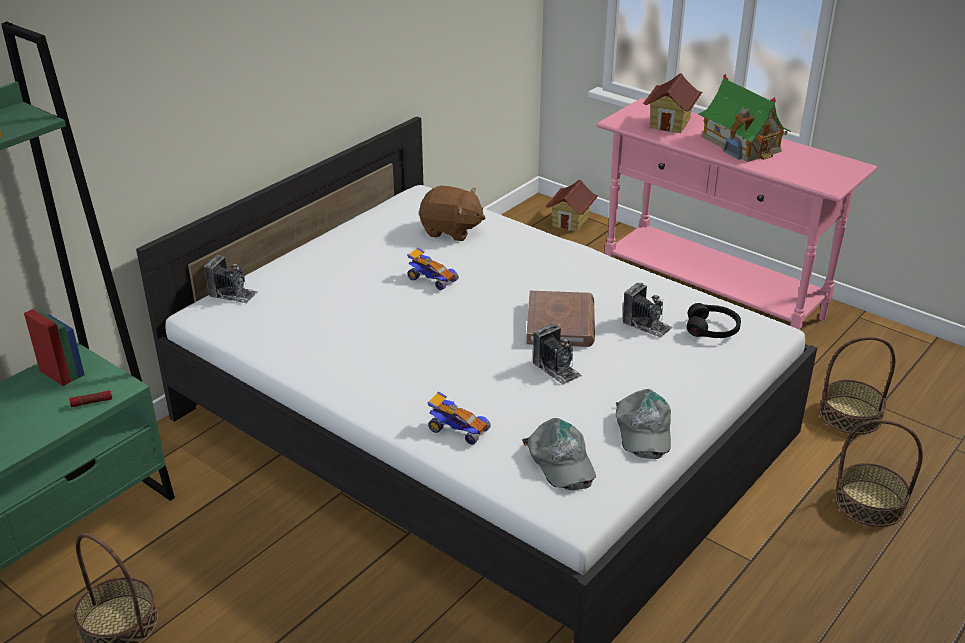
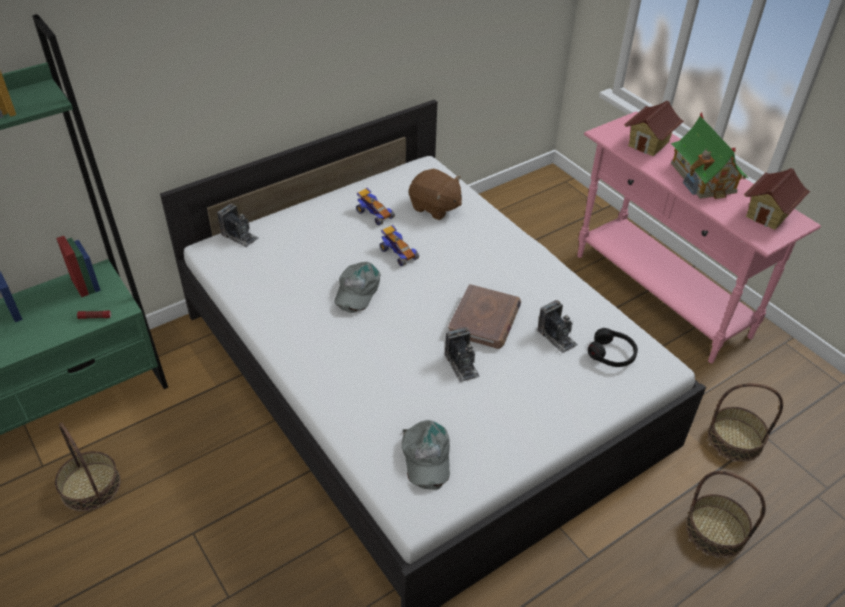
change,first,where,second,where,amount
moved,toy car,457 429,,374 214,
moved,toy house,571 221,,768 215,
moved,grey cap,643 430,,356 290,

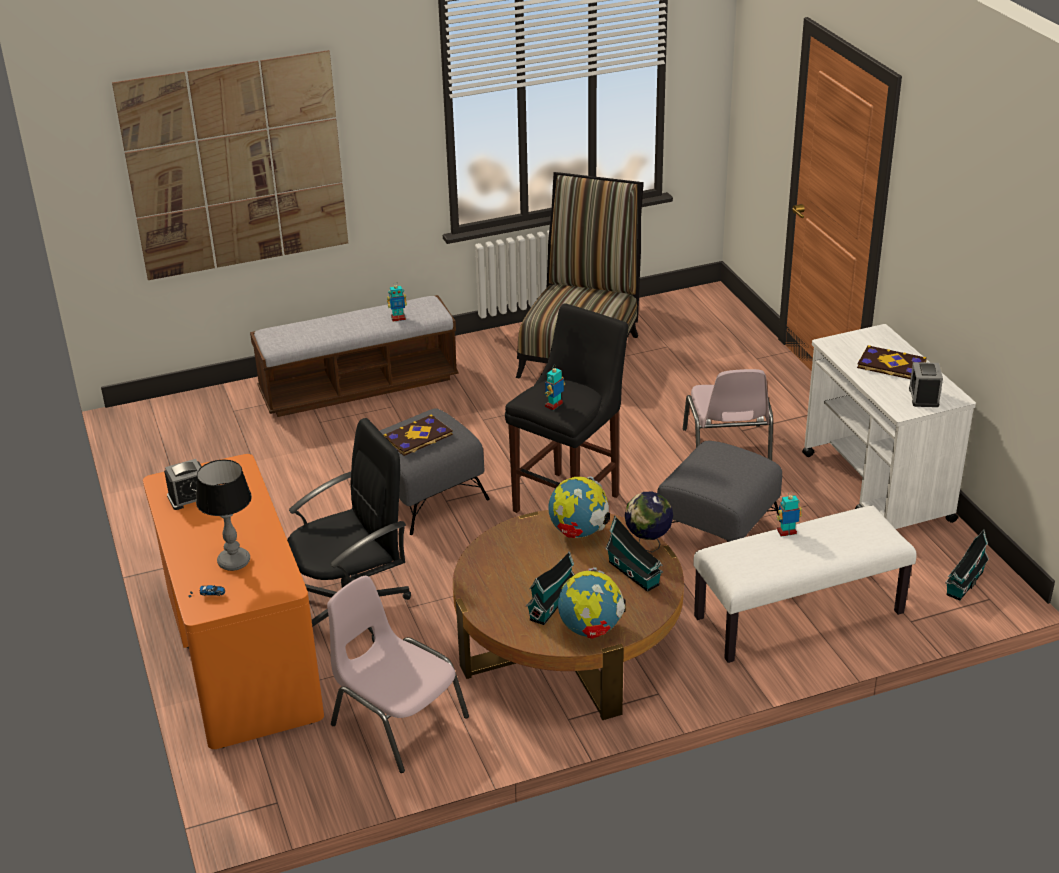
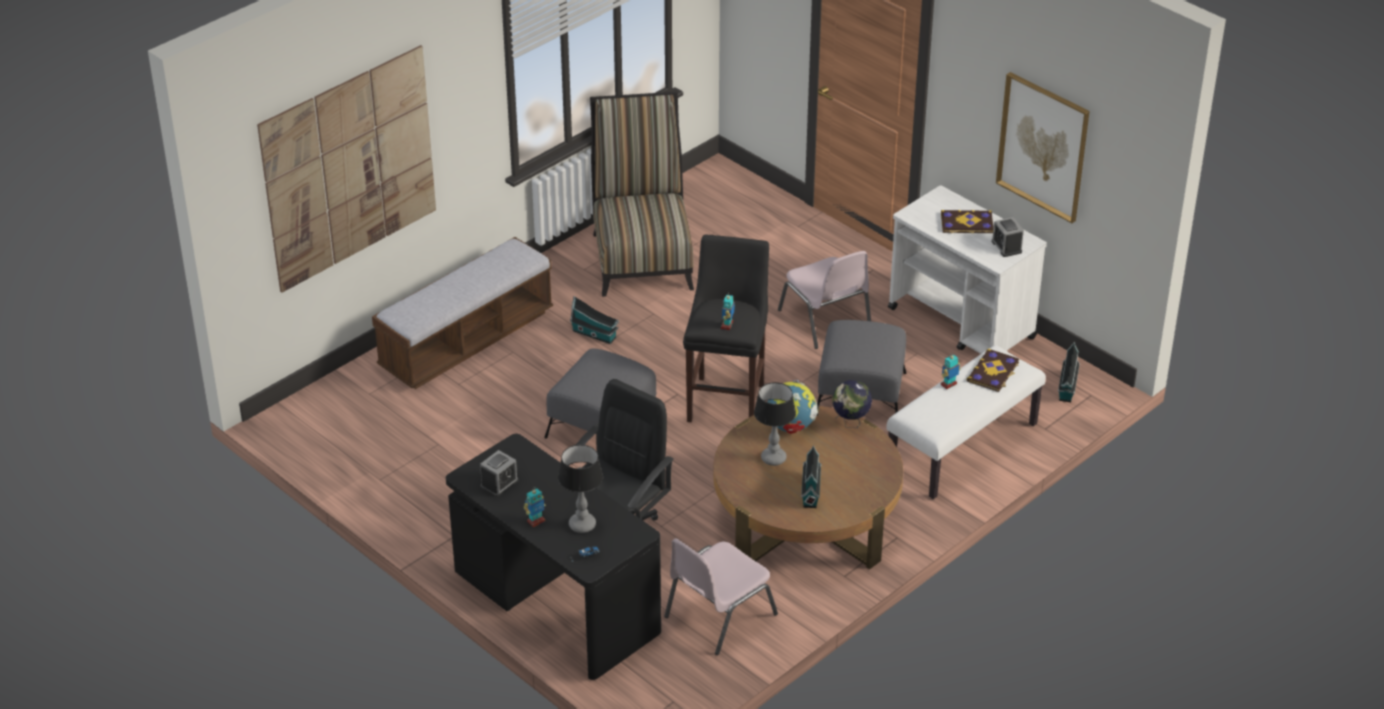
change,first,where,second,where,amount
recoloured,orange desk,240 655,black desk,555 603,
turned,pink chair,397 720,,718 615,60 degrees counterclockwise
moved,book,418 437,,993 372,
moved,toy robot,398 318,,536 521,
removed,globe,590 630,,,
moved,toy house,635 574,,595 335,
added,,,table lamp,774 458,
added,,,picture,1043 146,

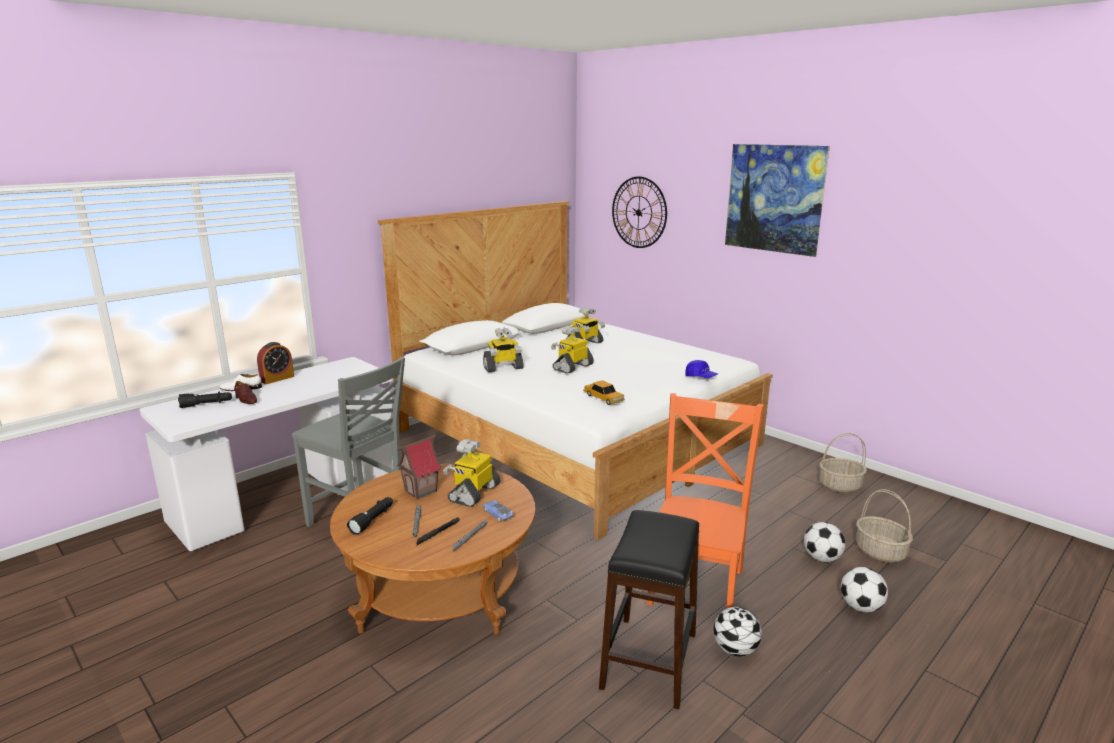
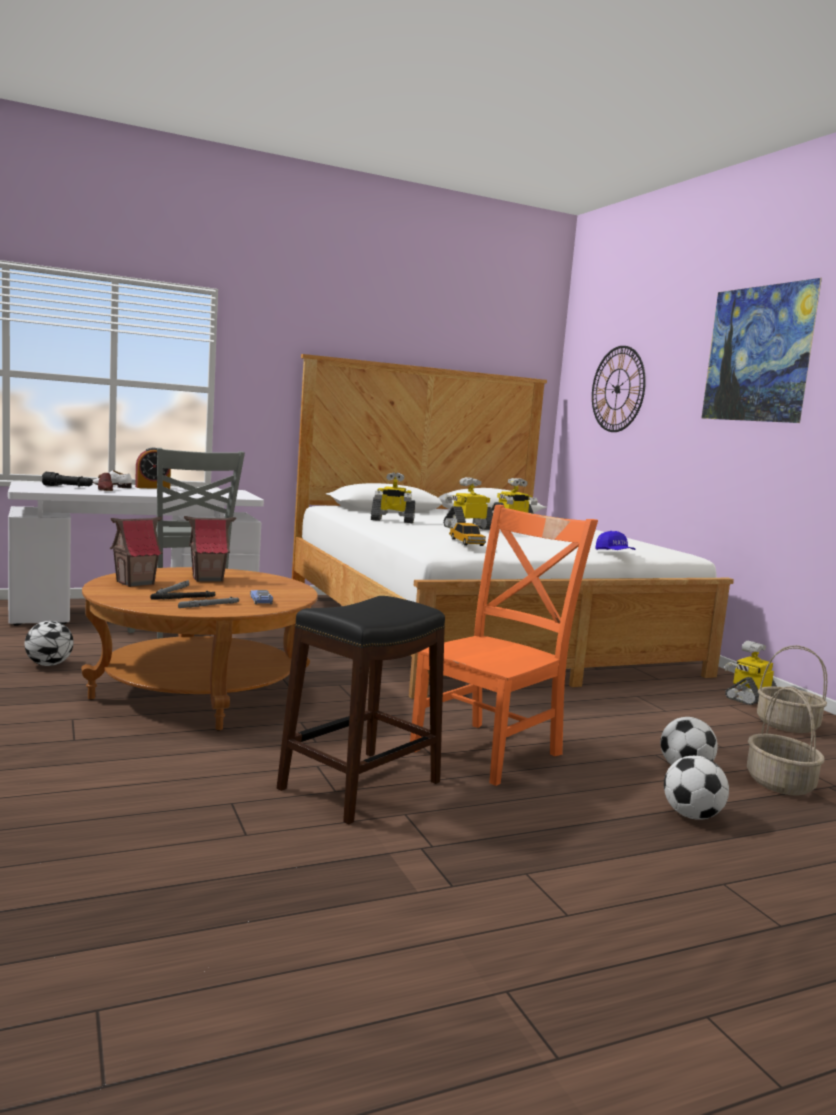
change,first,where,second,where,amount
replaced,black flashlight,373 520,toy house,135 583,
moved,toy robot,473 493,,749 697,
moved,football,735 650,,49 665,

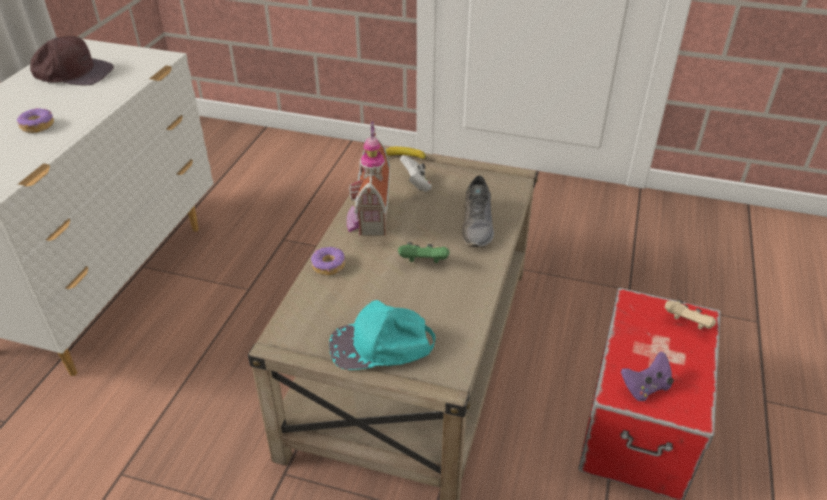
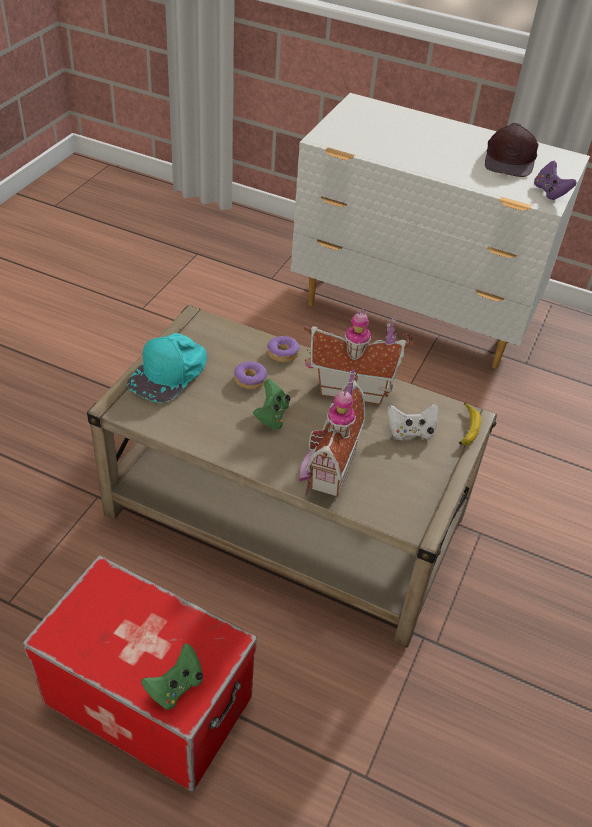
change,first,where,second,where,amount
moved,donut,37 126,,250 379,
turned,turquoise cap,381 346,,169 373,150 degrees counterclockwise
replaced,grey shoe,477 225,toy house,326 469,
moved,purple game controller,645 387,,550 192,
recoloured,beige game controller,687 324,green game controller,175 687,

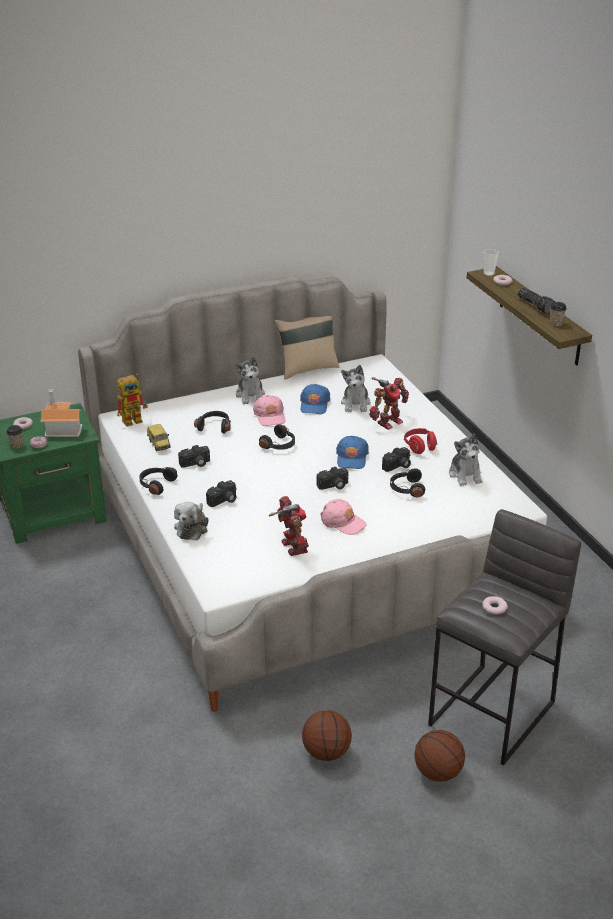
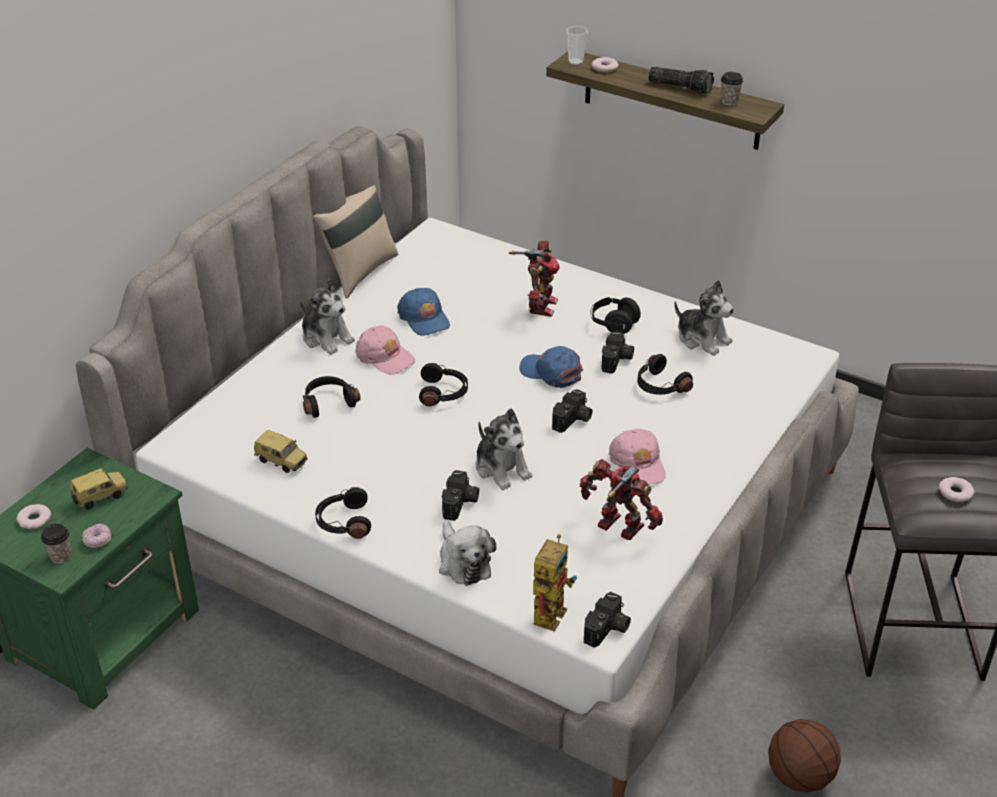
change,first,where,second,where,amount
replaced,toy house,61 427,toy car,100 497,
moved,toy robot,135 419,,549 609,
moved,photo camera,195 464,,608 630,
turned,pink cap,342 522,,638 464,75 degrees clockwise
turned,blue cap,352 457,,551 372,150 degrees clockwise
moved,plush toy,356 403,,502 468,
recoloured,red headphones,420 447,black headphones,613 324,
removed,basketball,438 772,,,

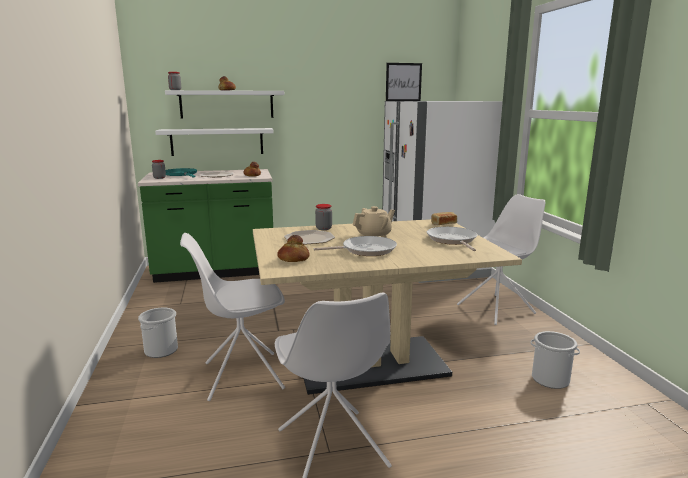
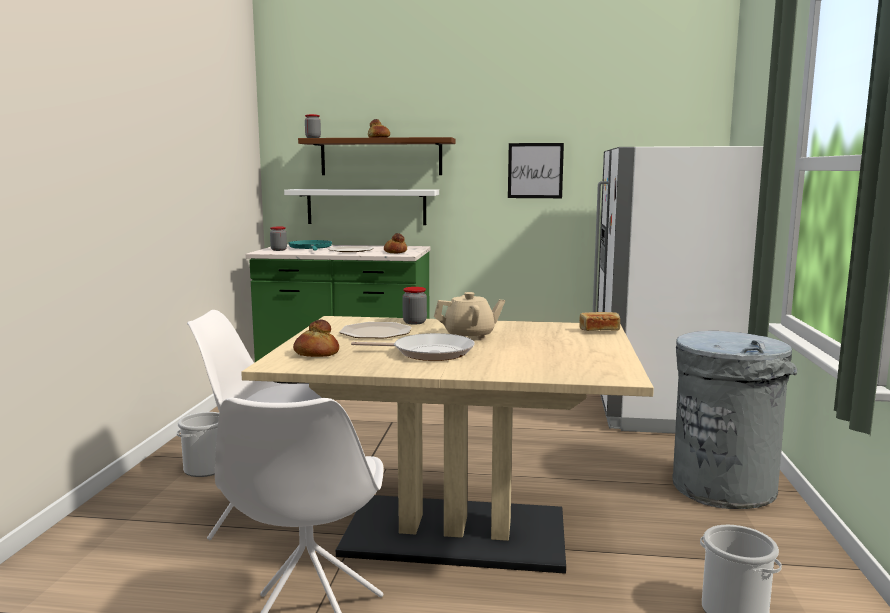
change,first,where,second,where,amount
recoloured,white shelf,227 104,brown shelf,381 157,
moved,picture,403 82,,535 170,
removed,frying pan,452 240,,,
replaced,white chair,497 309,grey trash can,723 487,

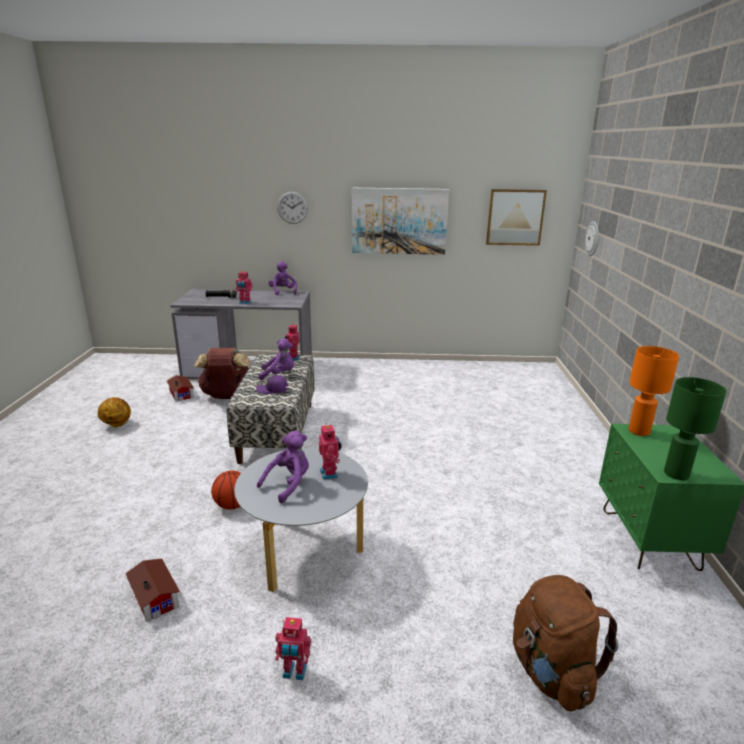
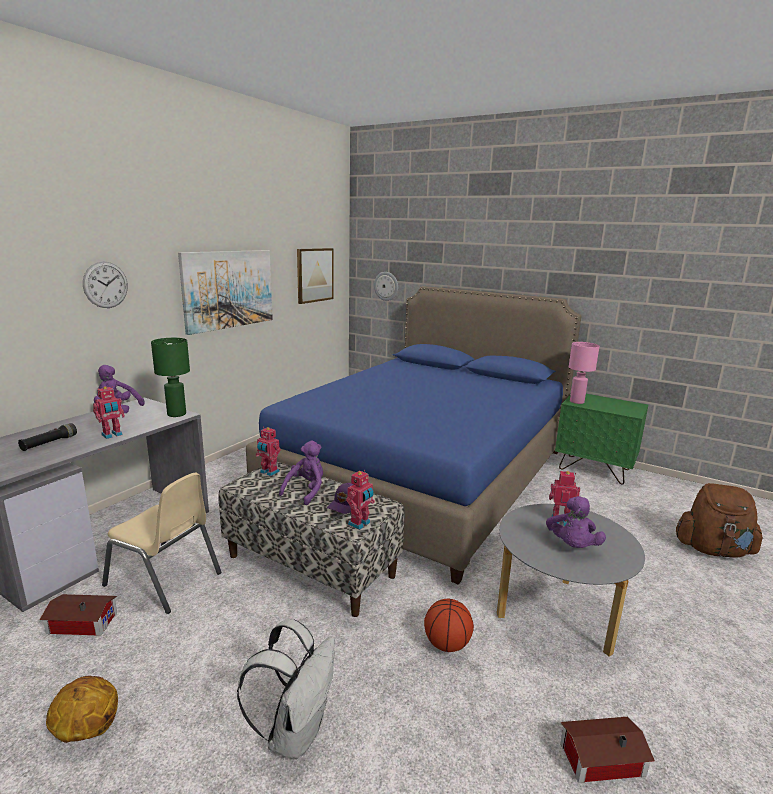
change,first,where,second,where,amount
replaced,brown backpack,228 397,beige chair,164 579,
turned,purple plush toy,288 484,,572 546,150 degrees counterclockwise
moved,toy robot,294 672,,360 524,
recoloured,orange table lamp,638 431,pink table lamp,576 402,
moved,green table lamp,677 474,,177 414,
added,,,white backpack,295 731,
added,,,blue bed,424 474,

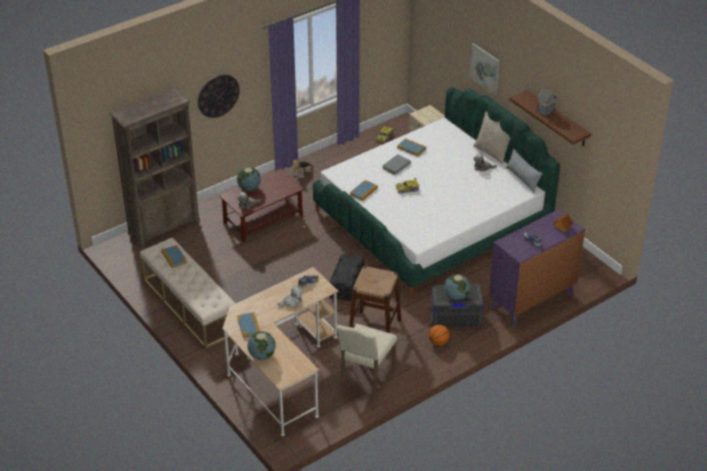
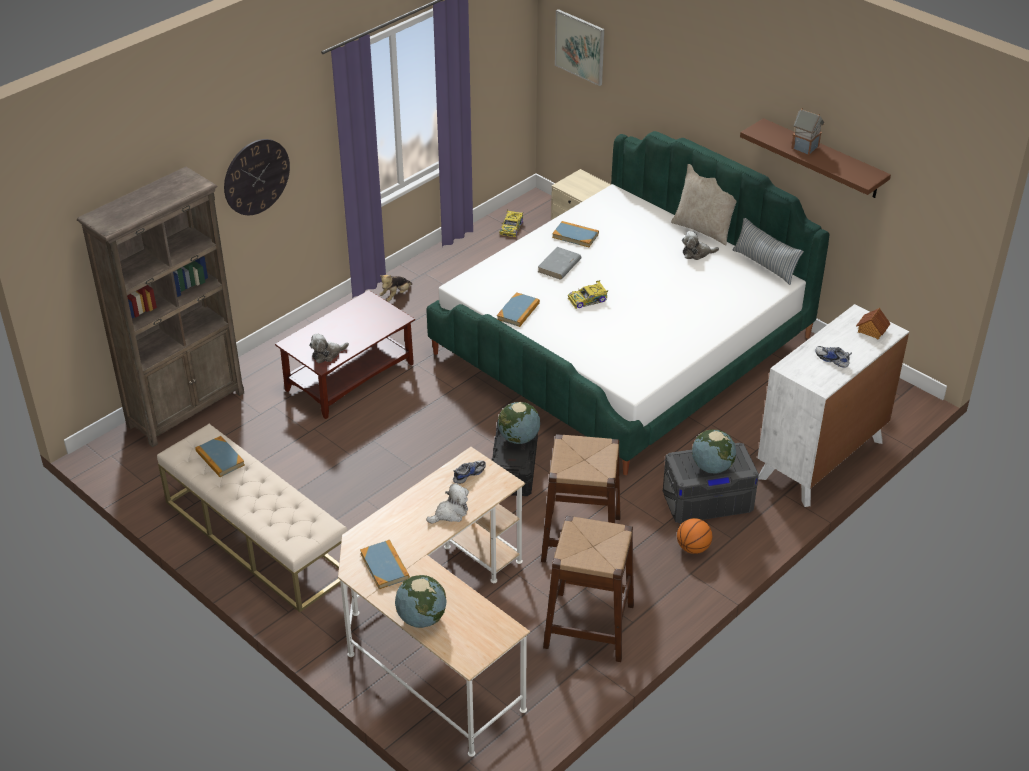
change,first,where,second,where,amount
moved,globe,249 188,,518 438,
replaced,beige chair,365 377,brown stool,589 626,
moved,picture,485 68,,580 47,
recoloured,purple dresser,532 301,white dresser,821 459,

